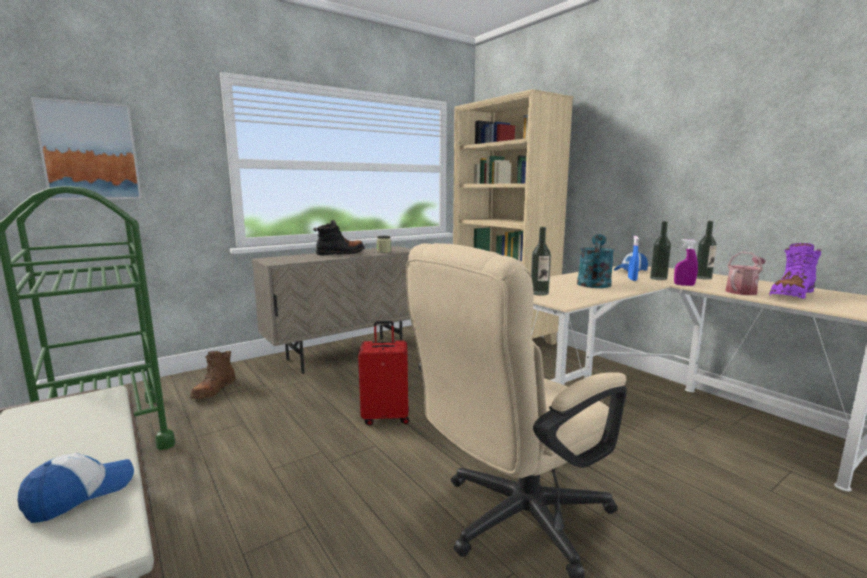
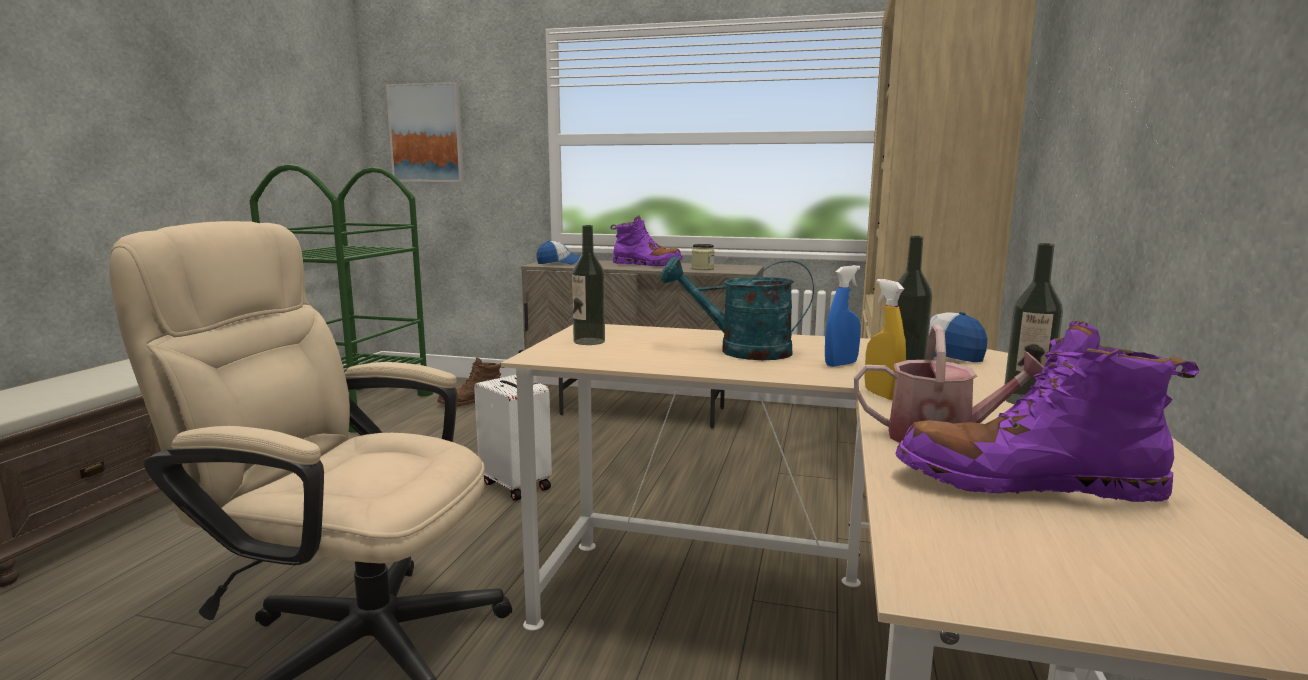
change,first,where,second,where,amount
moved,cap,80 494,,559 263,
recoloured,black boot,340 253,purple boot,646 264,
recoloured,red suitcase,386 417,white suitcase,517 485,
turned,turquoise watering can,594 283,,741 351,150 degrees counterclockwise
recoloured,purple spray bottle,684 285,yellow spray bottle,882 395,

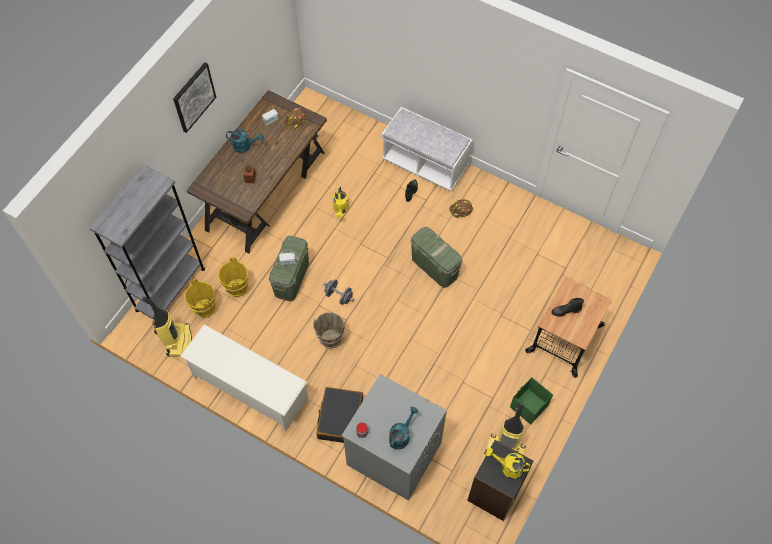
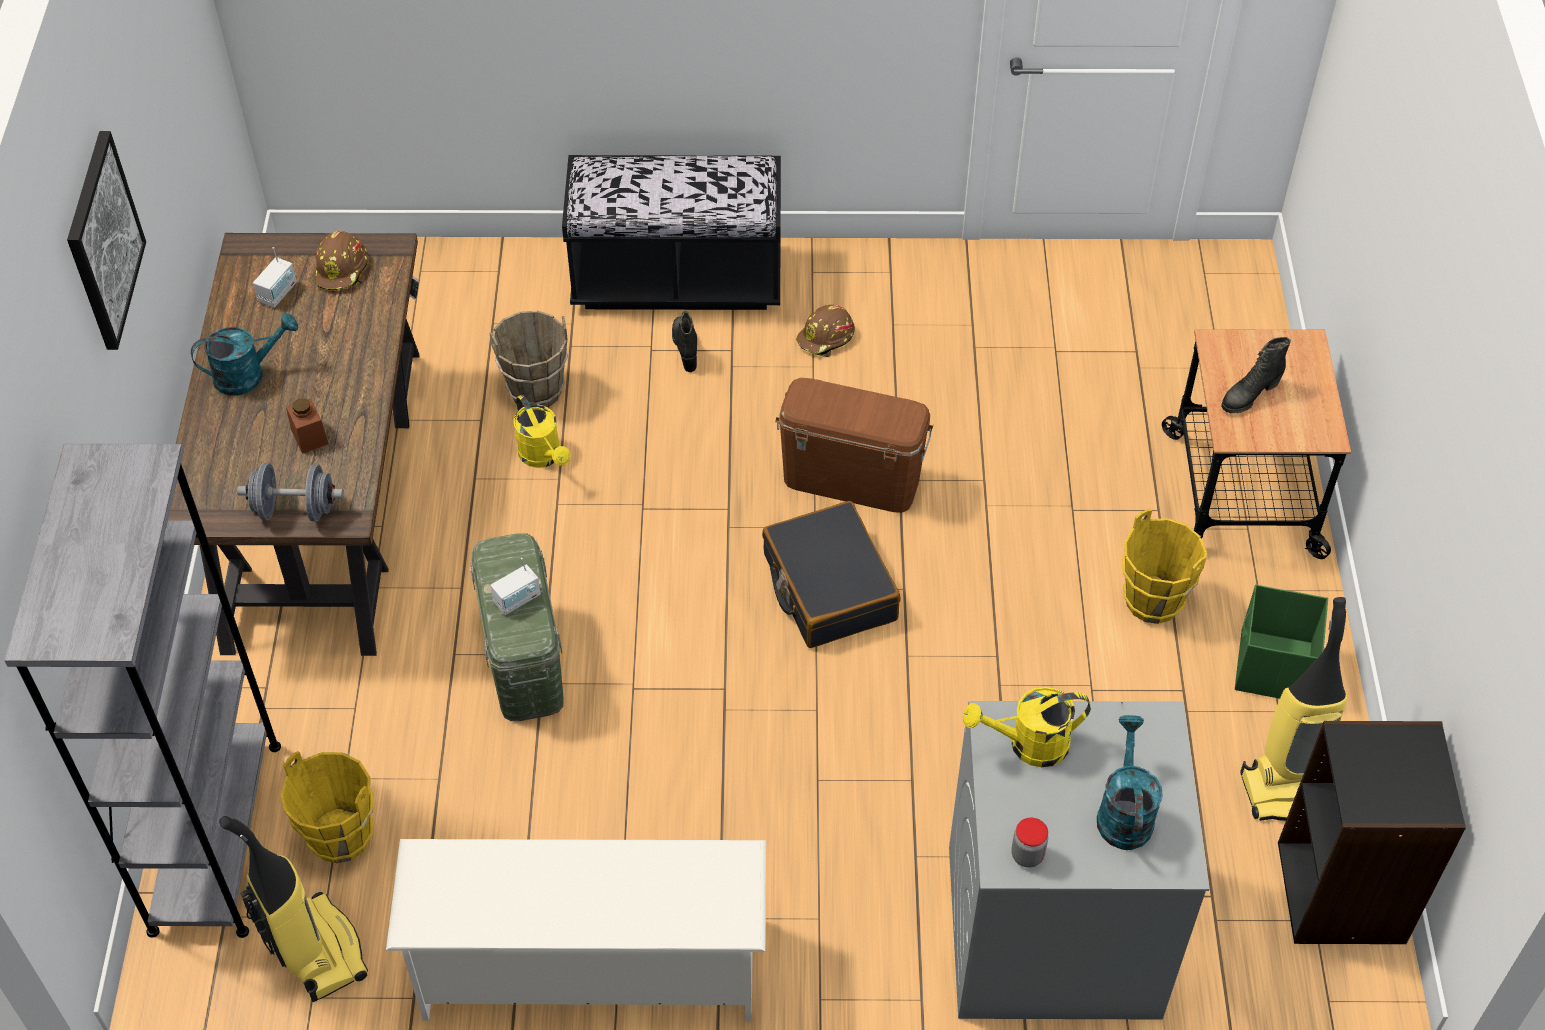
change,first,where,second,where,amount
moved,yellow bucket,237 288,,1152 602,
moved,brown bucket,330 339,,535 390,
moved,black suitcase,340 418,,828 587,
moved,grey dumbbell,339 296,,295 509,
recoloured,white bench,425 164,black bench,677 279,
recoloured,green storage box,435 267,brown storage box,852 478,
moved,yellow watering can,508 467,,1028 745,

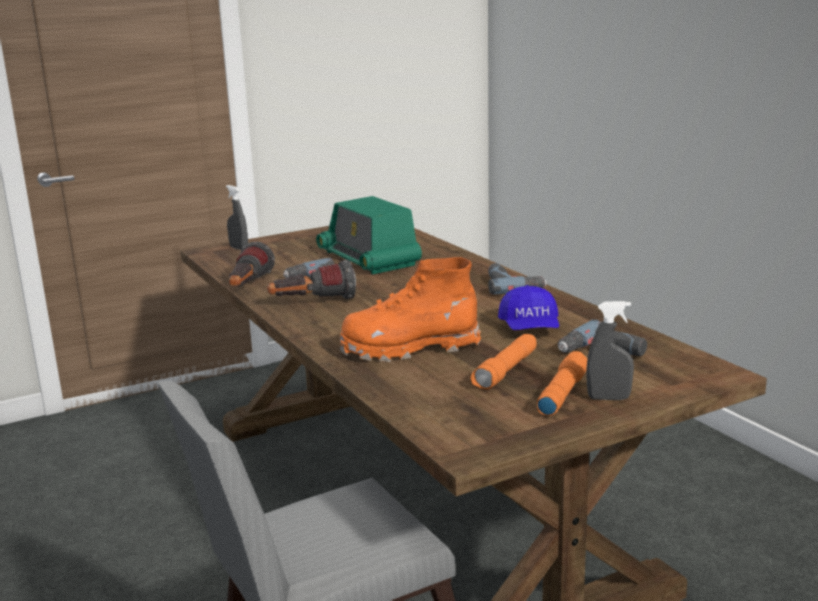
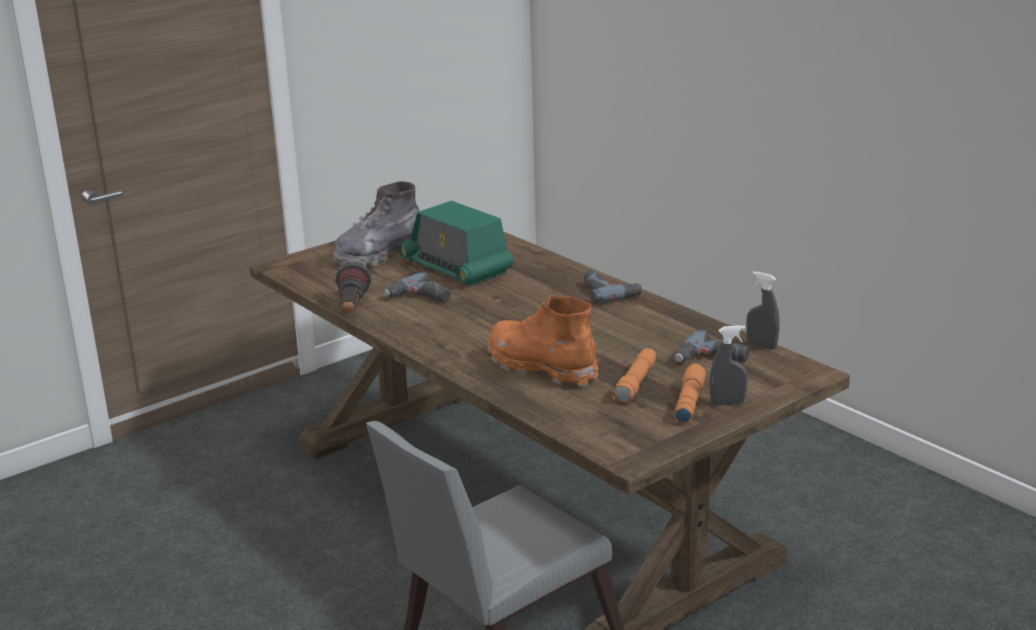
change,first,where,second,where,amount
moved,grey spray bottle,239 248,,761 346,
removed,flashlight,313 303,,,
turned,orange boot,409 348,,542 367,60 degrees clockwise
removed,blue cap,530 328,,,
added,,,grey boot,378 254,

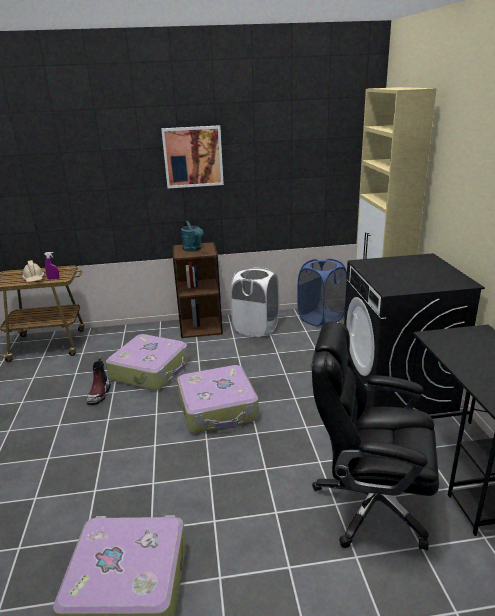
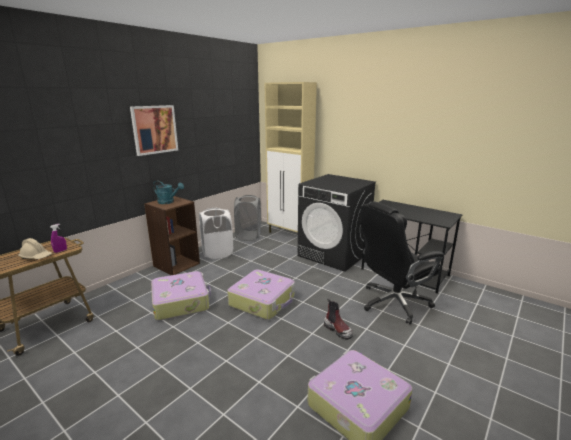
change,first,where,second,where,amount
moved,boot,99 394,,338 330,
recoloured,blue laundry basket,321 318,grey laundry basket,248 236,

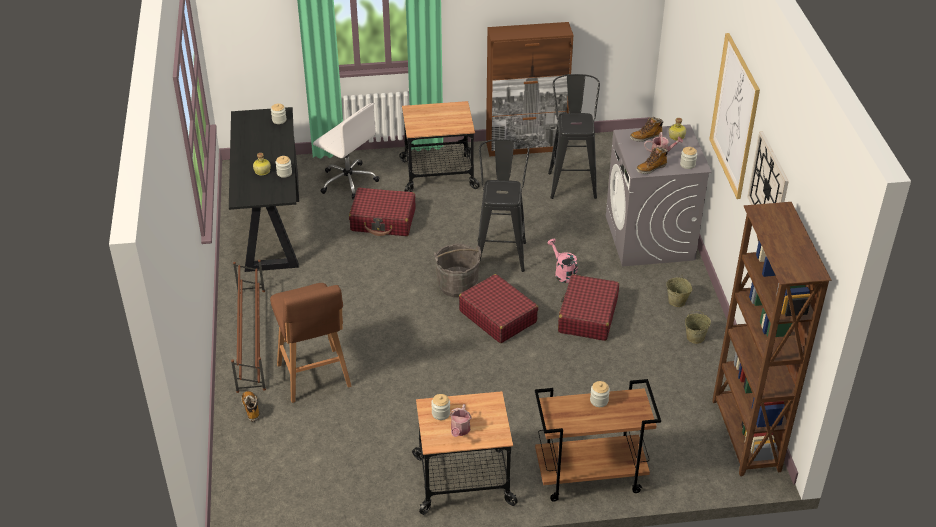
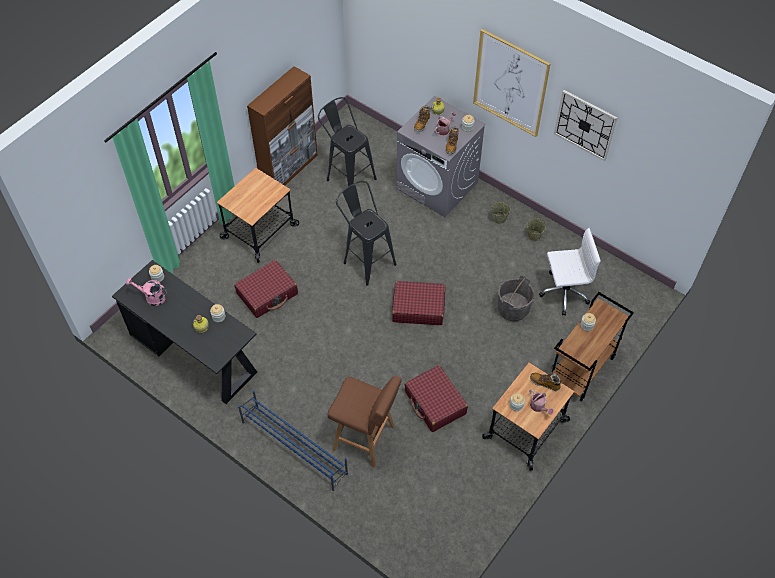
change,first,where,second,where,amount
recoloured,brown shoe rack,251 339,blue shoe rack,294 447,
moved,boot,251 409,,545 383,
moved,white office chair,347 181,,563 292,
moved,grey bucket,457 285,,513 309,
moved,pink watering can,562 273,,152 297,
moved,red suitcase,587 316,,435 403,
removed,brown bookcase,745 436,,,

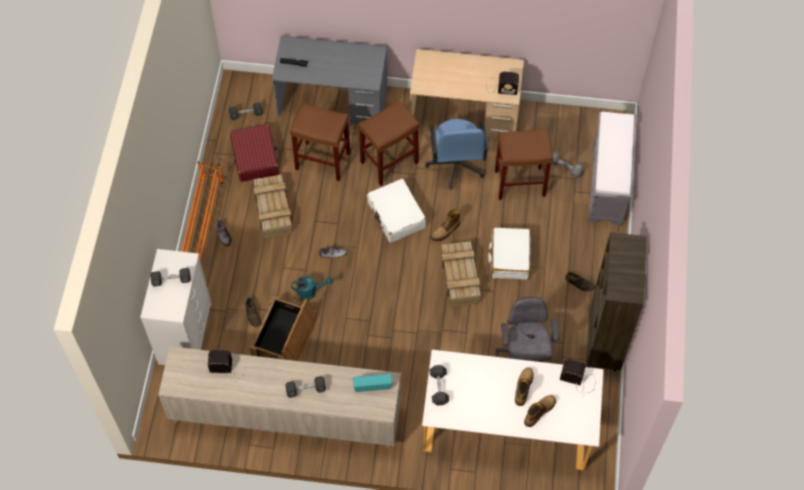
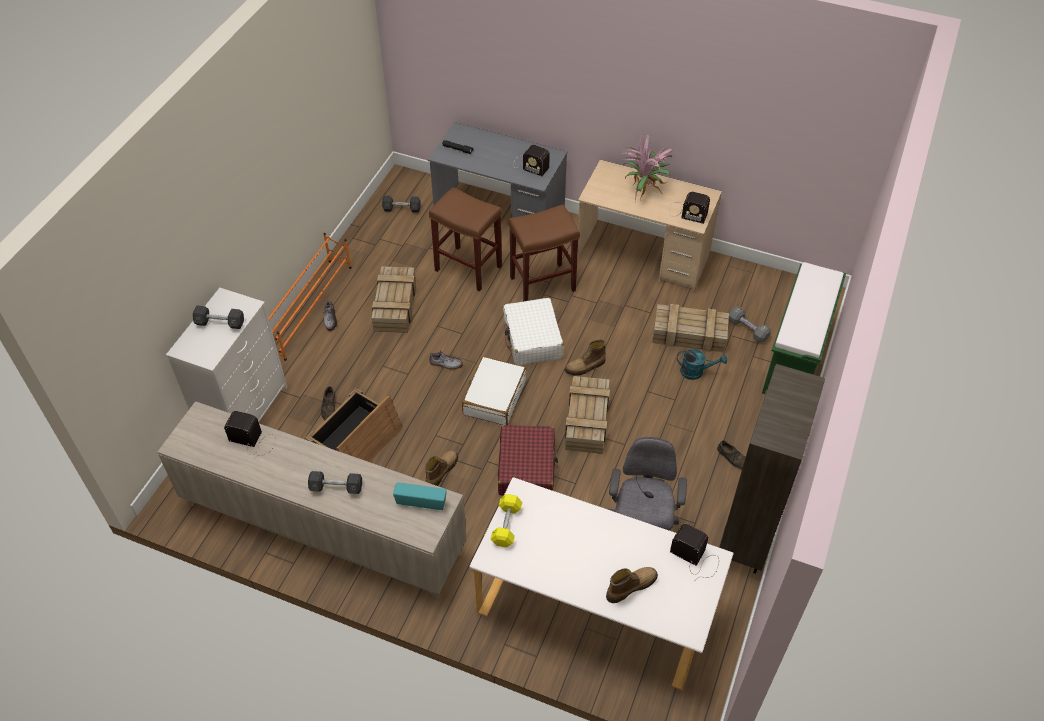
change,first,where,second,where,amount
moved,red suitcase,255 157,,526 467,
moved,turquoise watering can,310 291,,696 372,
removed,blue office chair,456 165,,,
recoloured,grey dumbbell,439 388,yellow dumbbell,506 525,
moved,white suitcase,509 257,,494 397,
replaced,brown stool,519 183,crate,688 335,
moved,boot,523 387,,441 471,
recoloured,grey bench,607 186,green bench,795 359,
added,,,radio,529 165,
added,,,potted plant,645 189,

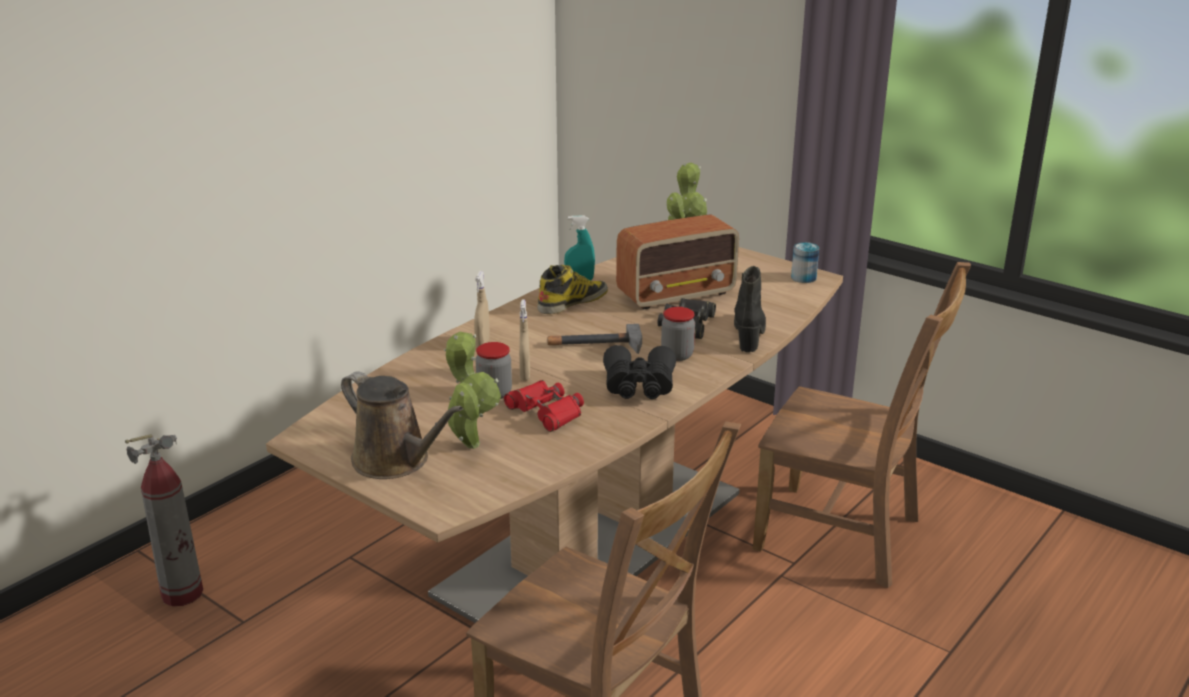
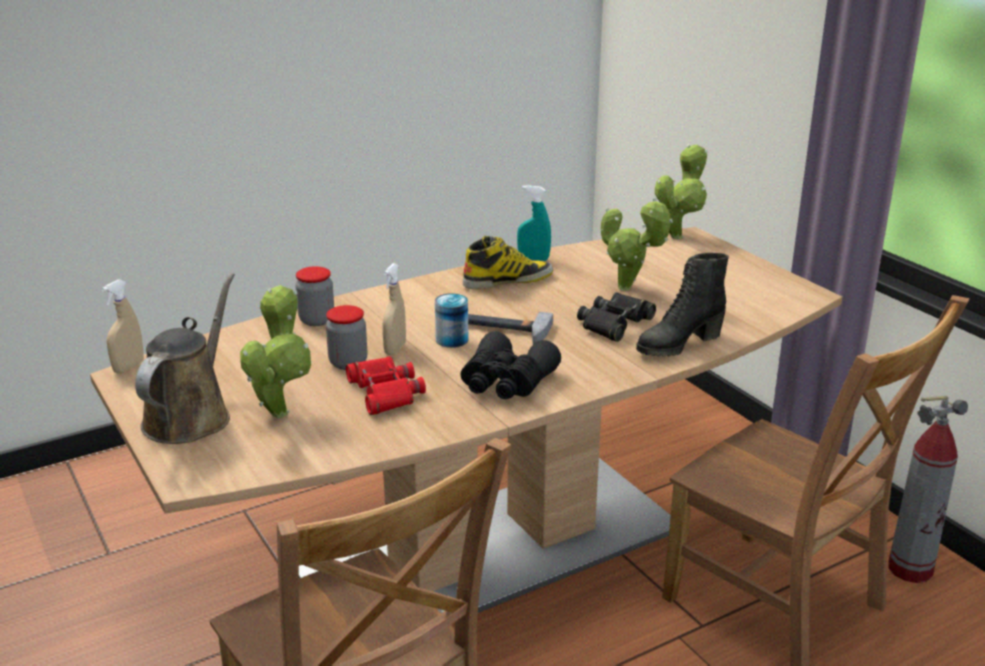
change,first,where,second,where,amount
moved,fire extinguisher,182 593,,910 569,
turned,brown watering can,396 461,,191 416,135 degrees counterclockwise
moved,beige spray bottle,482 343,,128 367,
replaced,radio,677 294,potted plant,628 289,
moved,jar,677 355,,316 320,
turned,black boot,749 333,,678 344,150 degrees counterclockwise
moved,can,803 278,,452 340,

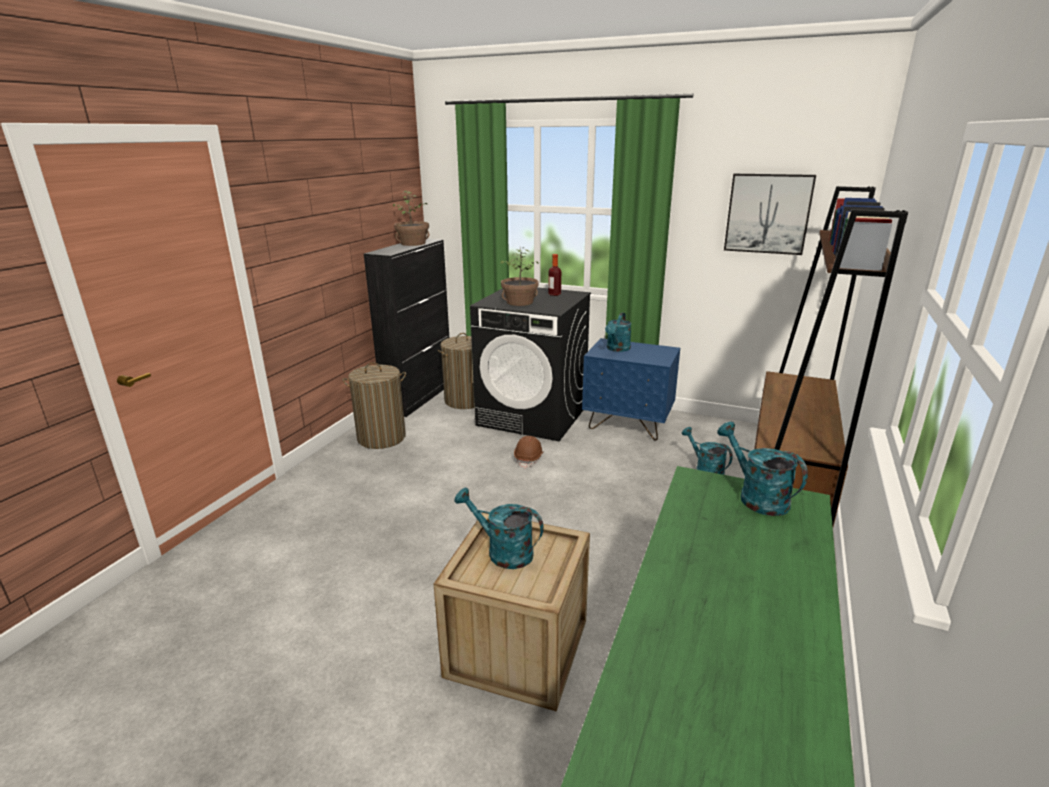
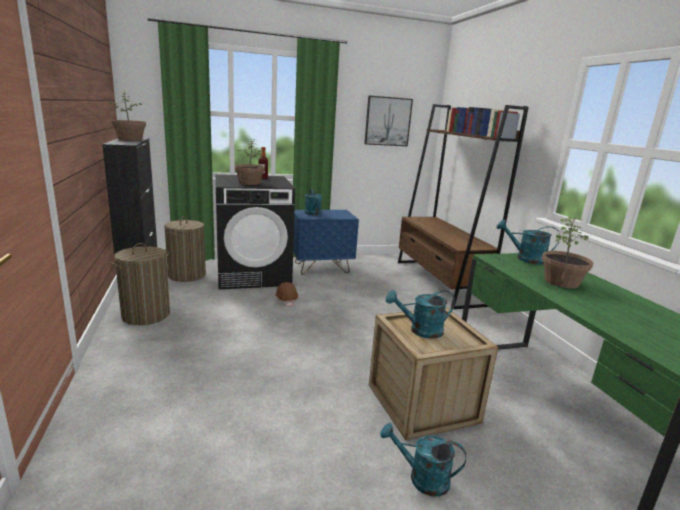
change,first,where,second,where,amount
moved,turquoise watering can,705 470,,421 478,
added,,,potted plant,562 282,

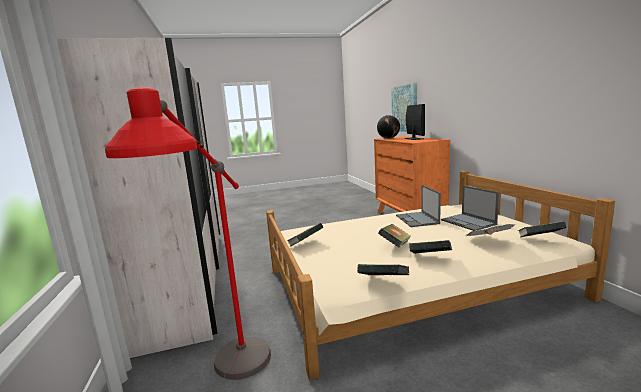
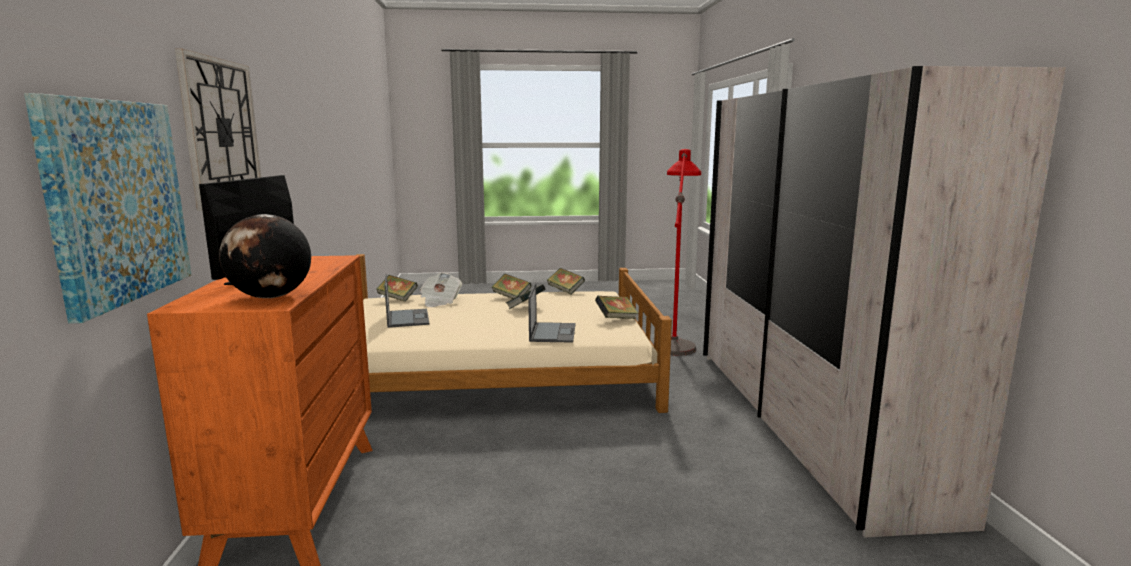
change,first,where,second,where,amount
moved,laptop,417 219,,552 332,
added,,,wall clock,221 132,

